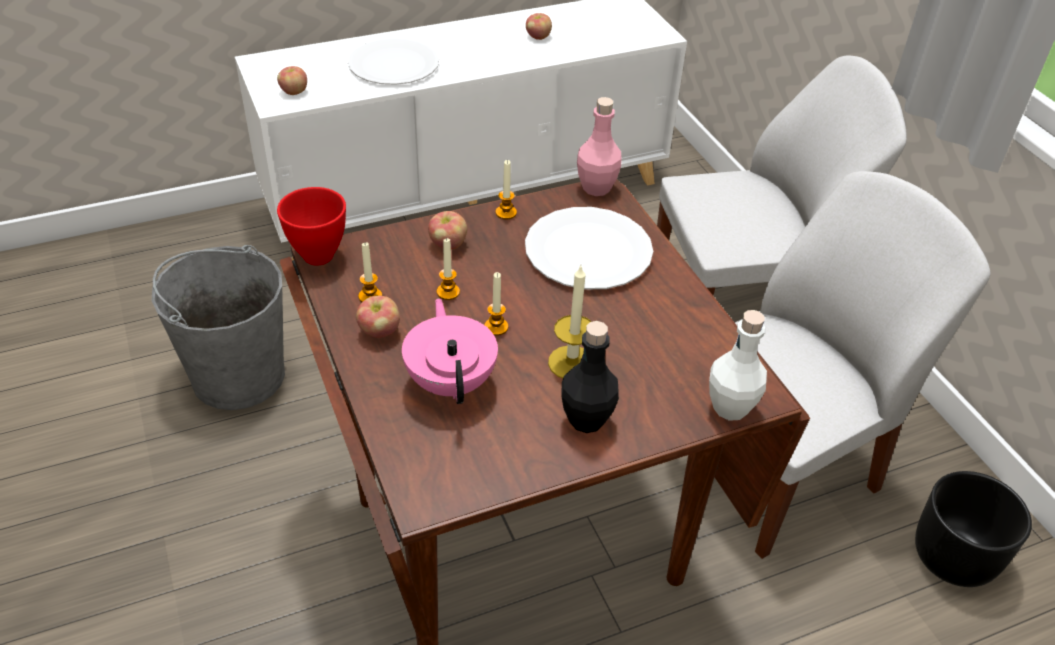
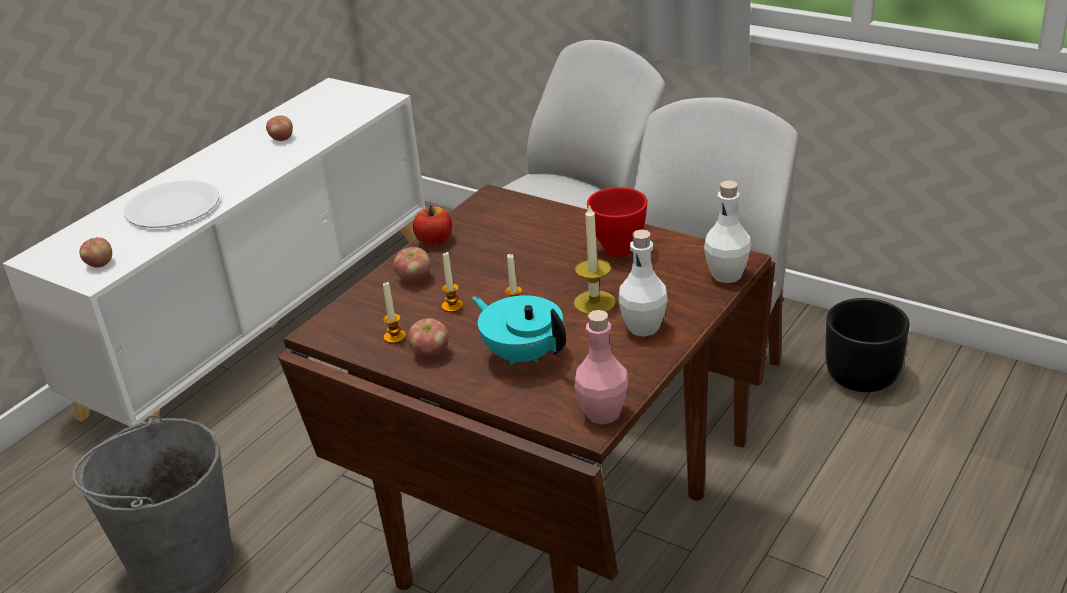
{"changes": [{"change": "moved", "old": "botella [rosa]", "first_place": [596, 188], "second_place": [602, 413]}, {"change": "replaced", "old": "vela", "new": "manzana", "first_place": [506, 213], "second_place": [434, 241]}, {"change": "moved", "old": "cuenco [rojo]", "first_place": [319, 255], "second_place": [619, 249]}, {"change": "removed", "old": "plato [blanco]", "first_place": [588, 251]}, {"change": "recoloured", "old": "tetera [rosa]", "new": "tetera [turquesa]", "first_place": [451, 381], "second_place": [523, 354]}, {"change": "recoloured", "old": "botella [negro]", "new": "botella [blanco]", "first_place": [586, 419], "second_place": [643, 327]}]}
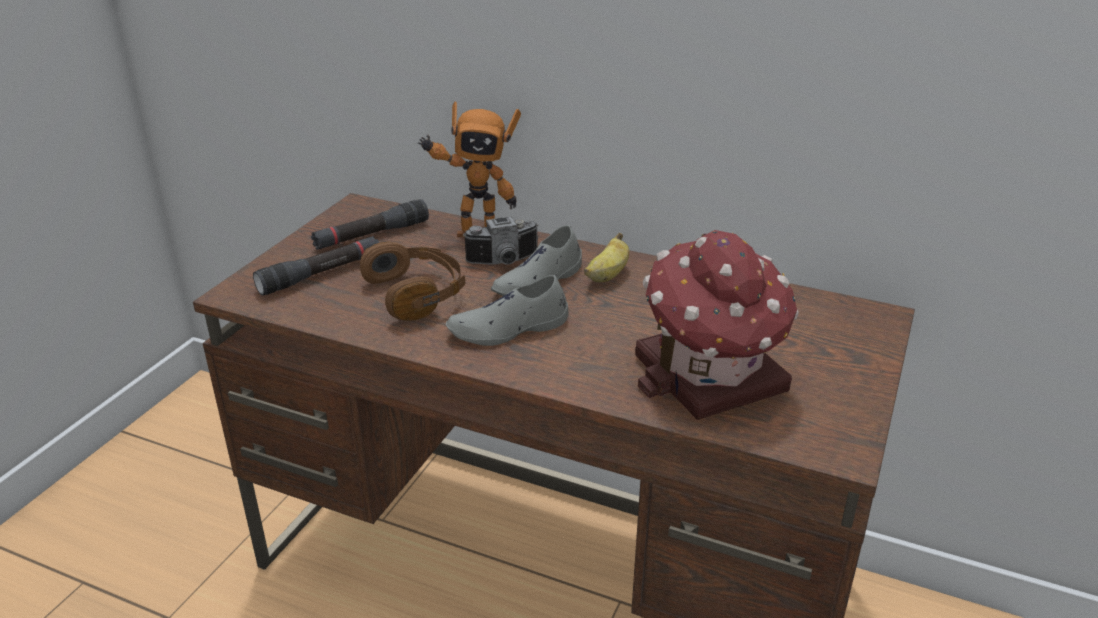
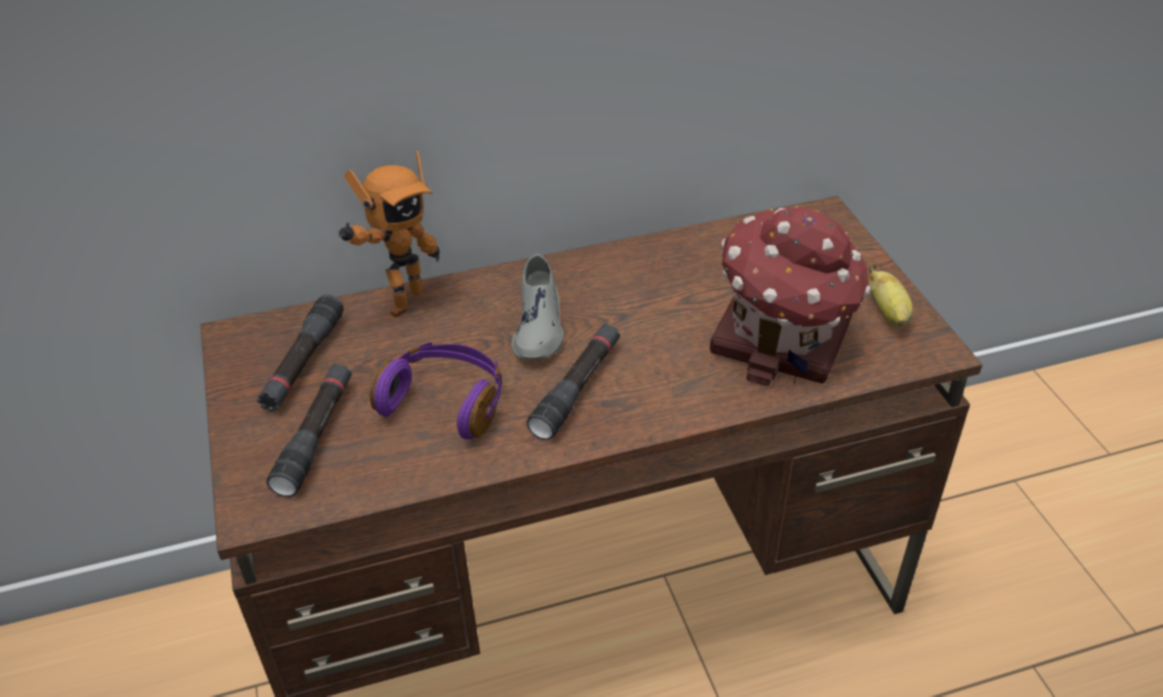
{"changes": [{"change": "removed", "old": "cámara", "first_place": [504, 262]}, {"change": "moved", "old": "plátano", "first_place": [607, 275], "second_place": [888, 314]}, {"change": "recoloured", "old": "auriculares [marrón]", "new": "auriculares [morado]", "first_place": [417, 294], "second_place": [446, 402]}, {"change": "replaced", "old": "zapato [gris]", "new": "linterna [negro]", "first_place": [508, 328], "second_place": [577, 388]}]}
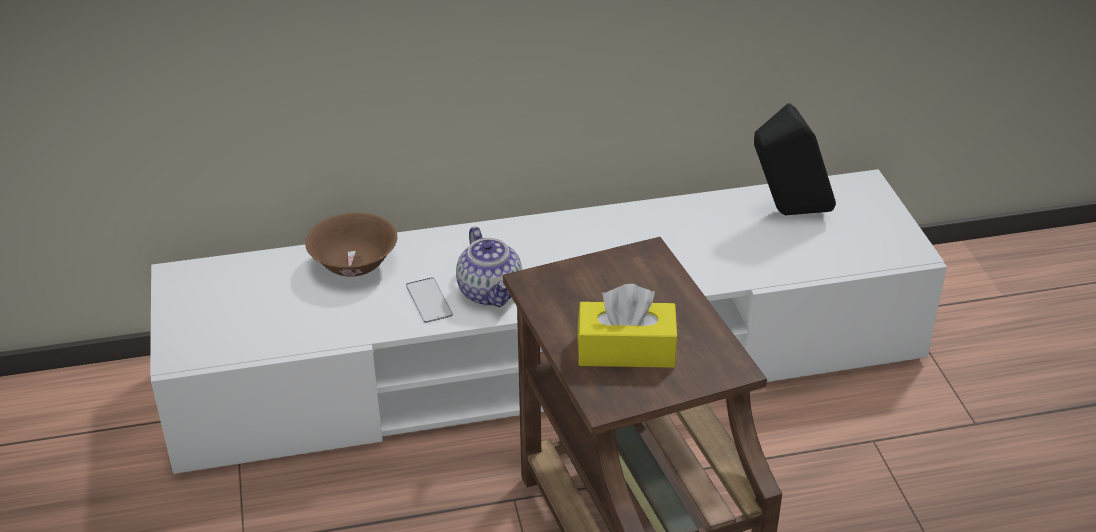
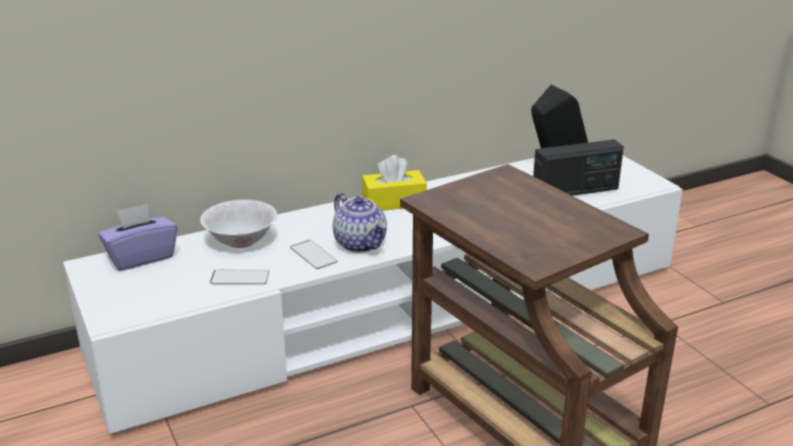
{"changes": [{"change": "recoloured", "old": "cuenco [marrón]", "new": "cuenco [blanco]", "first_place": [355, 265], "second_place": [241, 241]}, {"change": "moved", "old": "caja de pañuelos [amarillo]", "first_place": [626, 350], "second_place": [394, 202]}, {"change": "added", "new": "radio", "second_place": [575, 191]}, {"change": "added", "new": "caja de pañuelos [morado]", "second_place": [141, 257]}, {"change": "added", "new": "móvil", "second_place": [240, 278]}]}
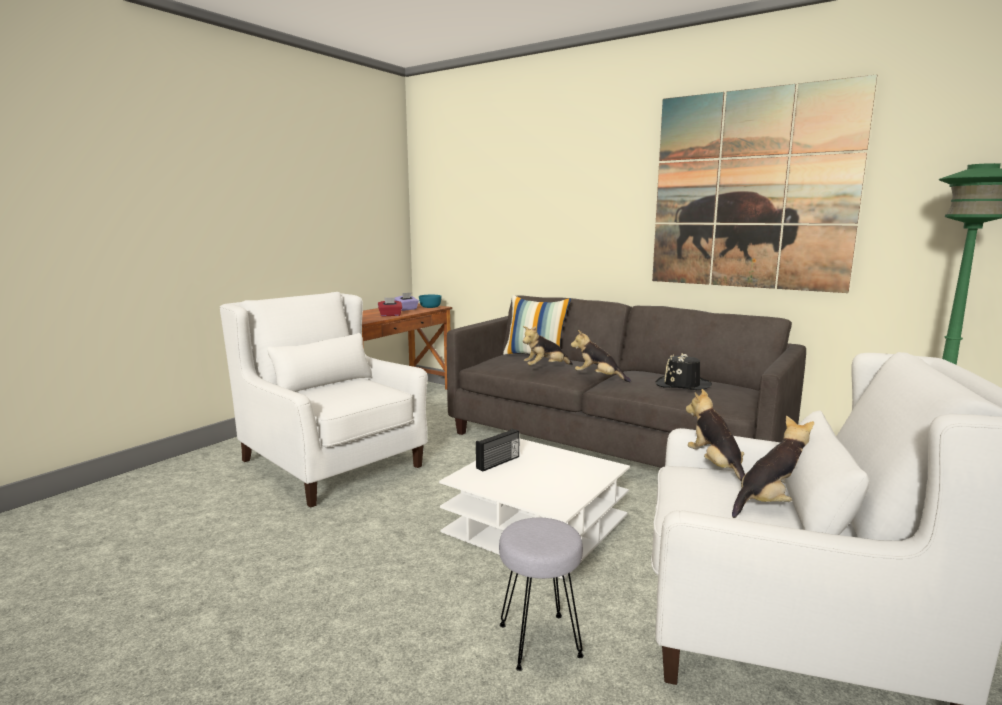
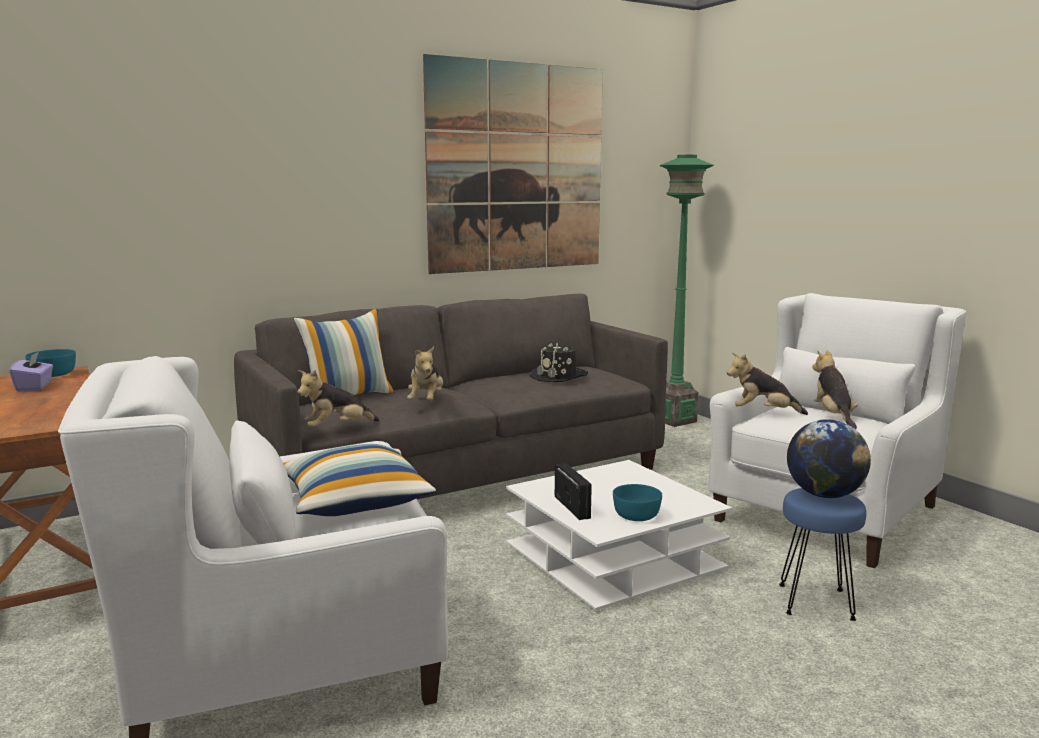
{"changes": [{"change": "removed", "old": "caja de pañuelos [rojo]", "first_place": [390, 315]}, {"change": "moved", "old": "peluche", "first_place": [598, 378], "second_place": [337, 428]}, {"change": "recoloured", "old": "taburete [gris]", "new": "taburete [azul]", "first_place": [538, 641], "second_place": [815, 603]}, {"change": "added", "new": "globo terráqueo", "second_place": [824, 495]}, {"change": "added", "new": "cojín", "second_place": [354, 501]}, {"change": "added", "new": "cuenco [turquesa]", "second_place": [637, 515]}]}
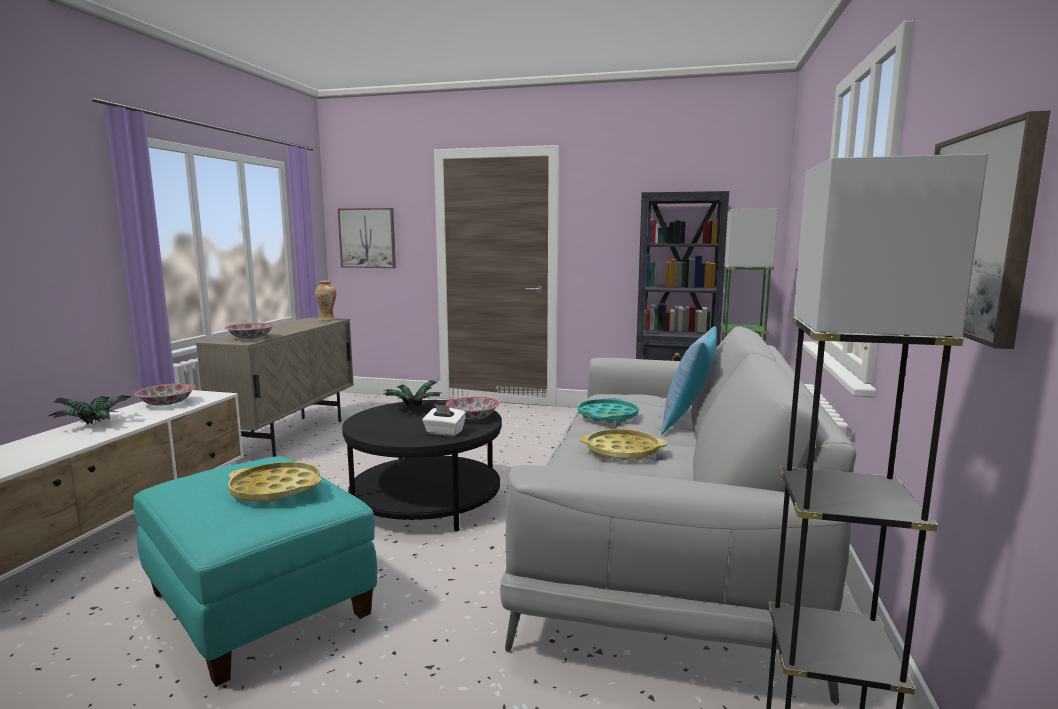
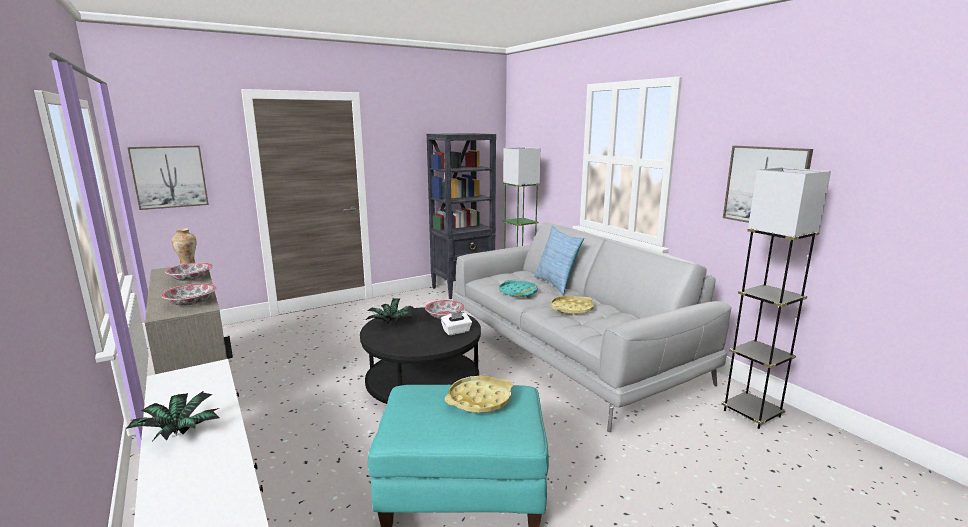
{"changes": [{"change": "moved", "old": "cuenco", "first_place": [167, 403], "second_place": [191, 278]}]}
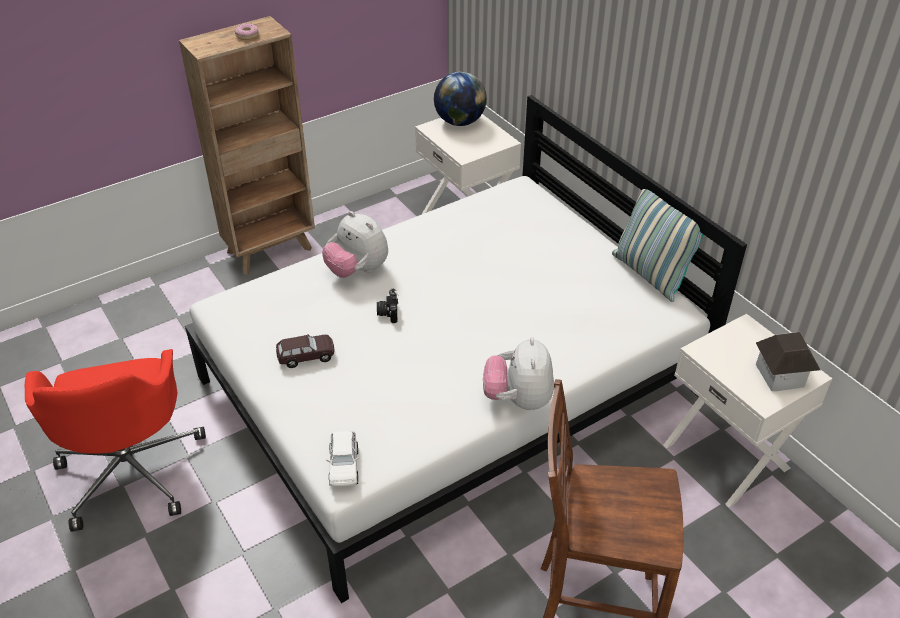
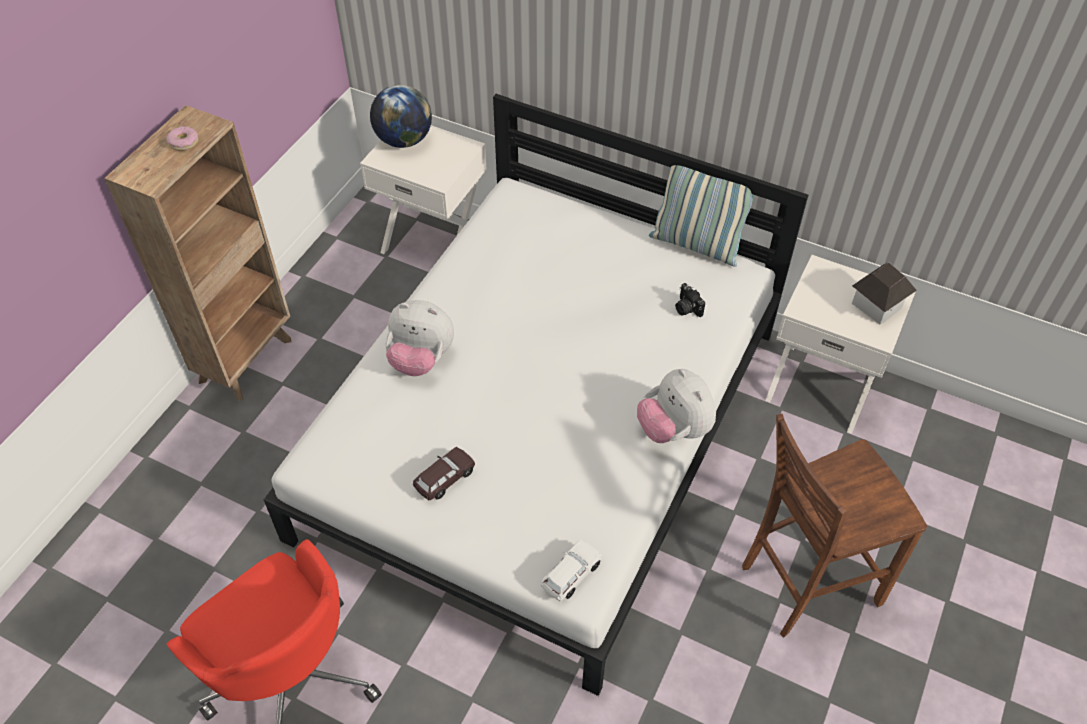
{"changes": [{"change": "moved", "old": "cámara", "first_place": [388, 312], "second_place": [686, 308]}, {"change": "turned", "old": "coche de juguete [blanco]", "first_place": [344, 466], "second_place": [571, 575], "degrees": -105}]}
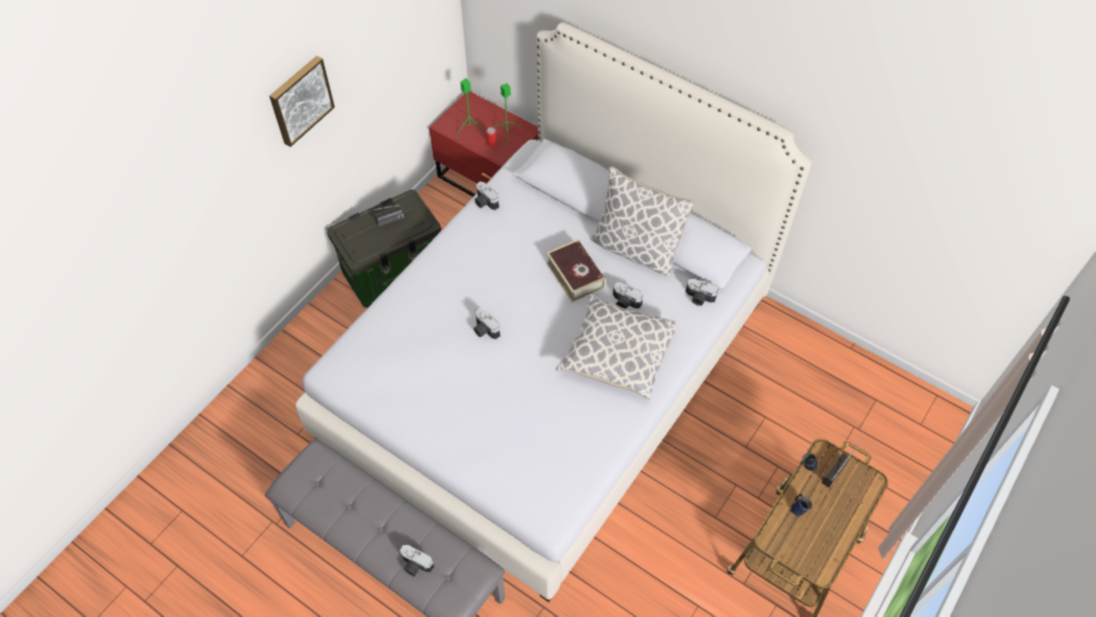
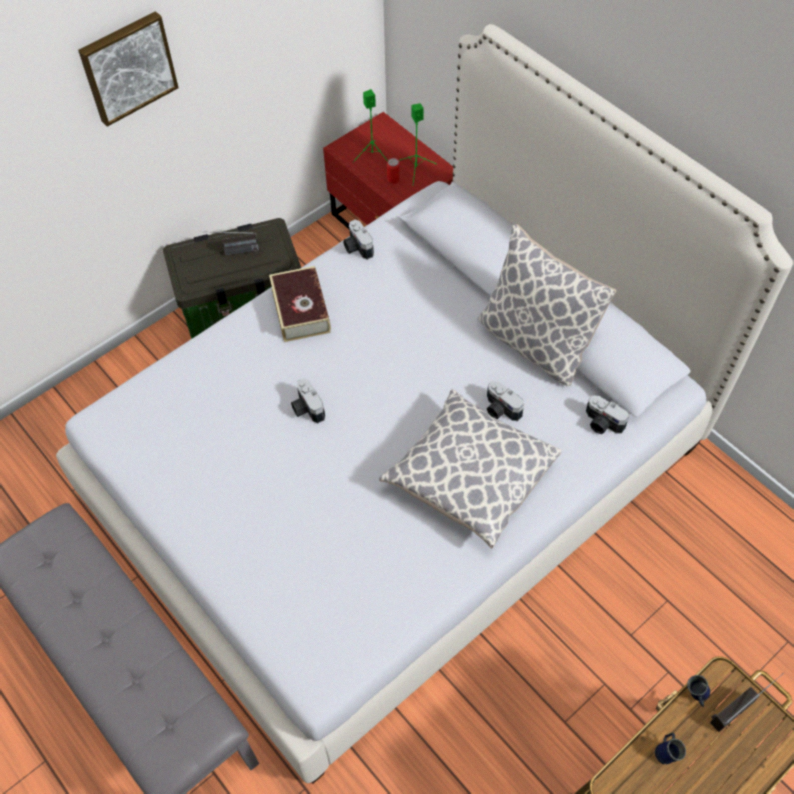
{"changes": [{"change": "moved", "old": "libro", "first_place": [575, 275], "second_place": [301, 310]}, {"change": "removed", "old": "cámara", "first_place": [415, 565]}]}
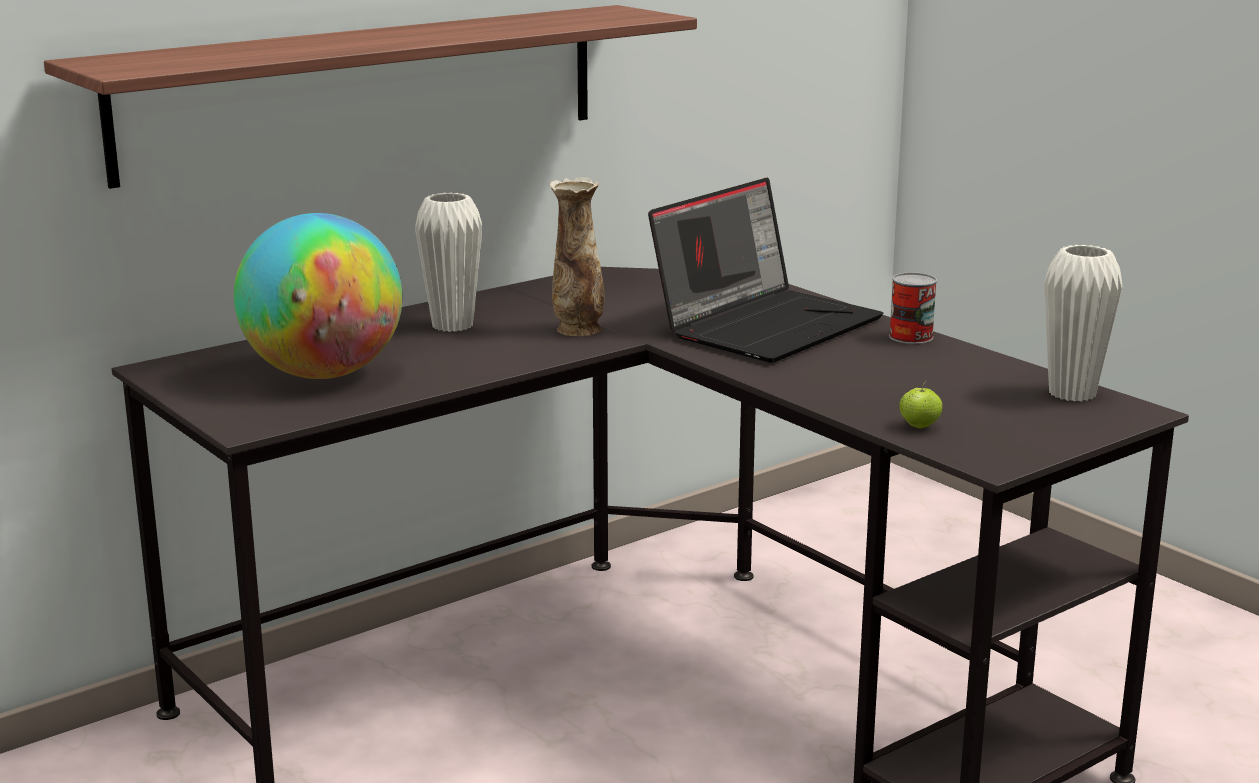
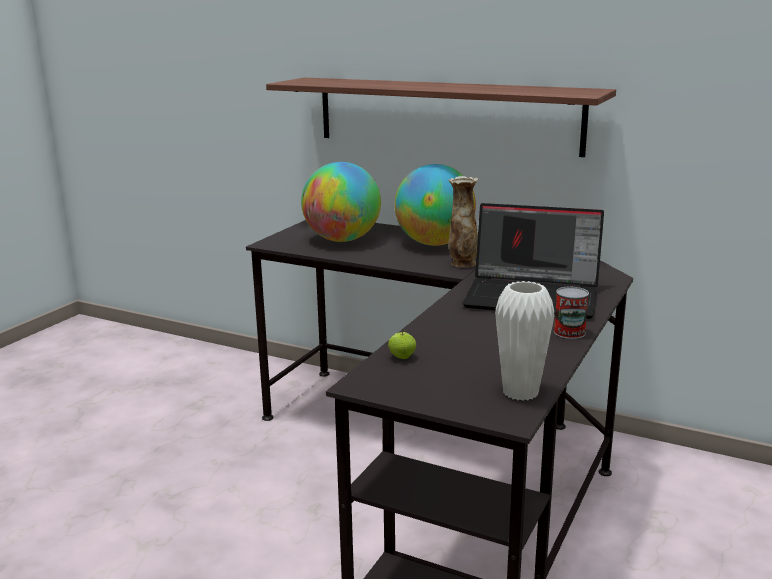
{"changes": [{"change": "replaced", "old": "florero [blanco]", "new": "globo terráqueo", "first_place": [452, 325], "second_place": [434, 243]}]}
